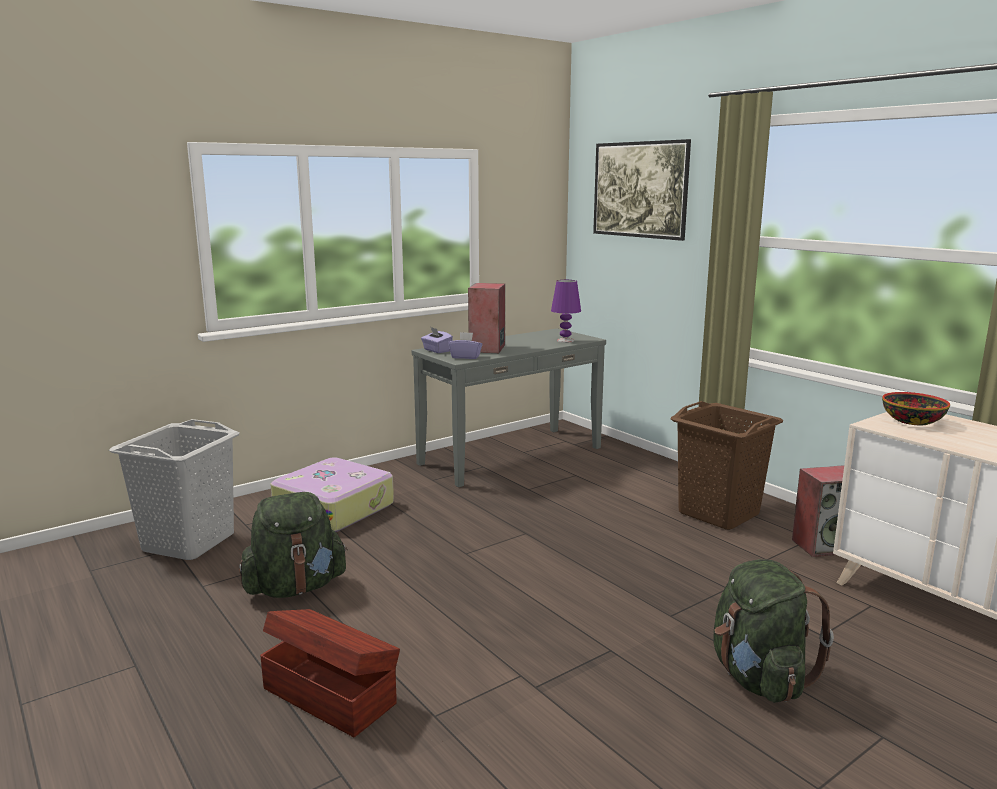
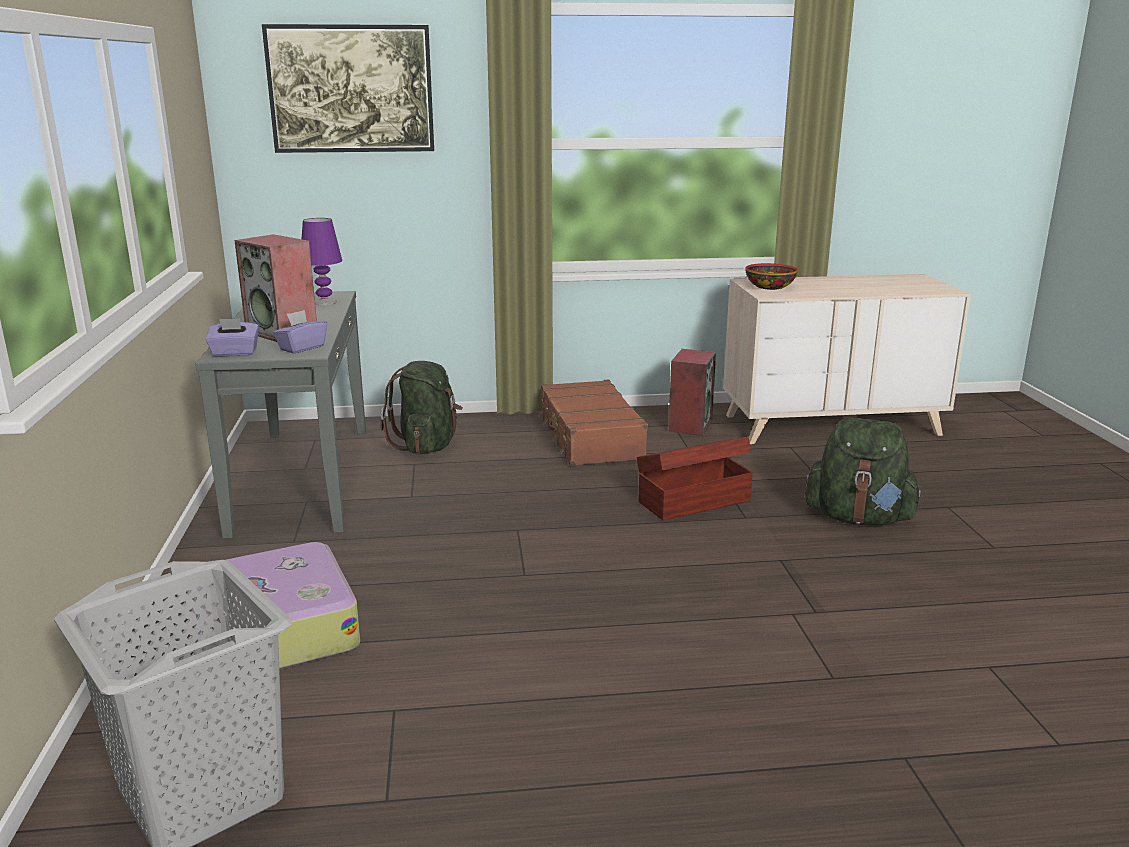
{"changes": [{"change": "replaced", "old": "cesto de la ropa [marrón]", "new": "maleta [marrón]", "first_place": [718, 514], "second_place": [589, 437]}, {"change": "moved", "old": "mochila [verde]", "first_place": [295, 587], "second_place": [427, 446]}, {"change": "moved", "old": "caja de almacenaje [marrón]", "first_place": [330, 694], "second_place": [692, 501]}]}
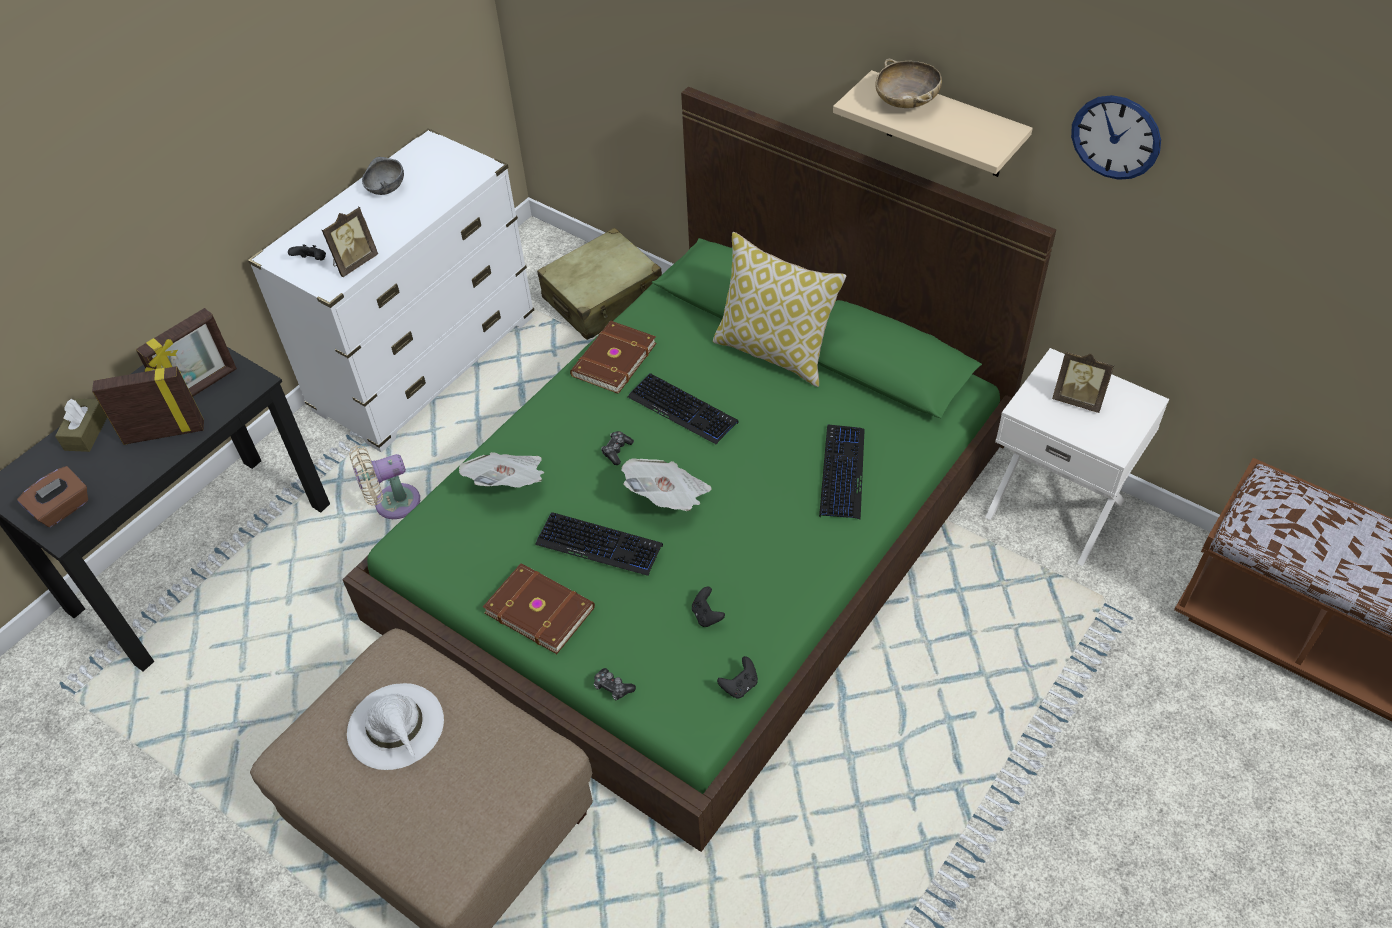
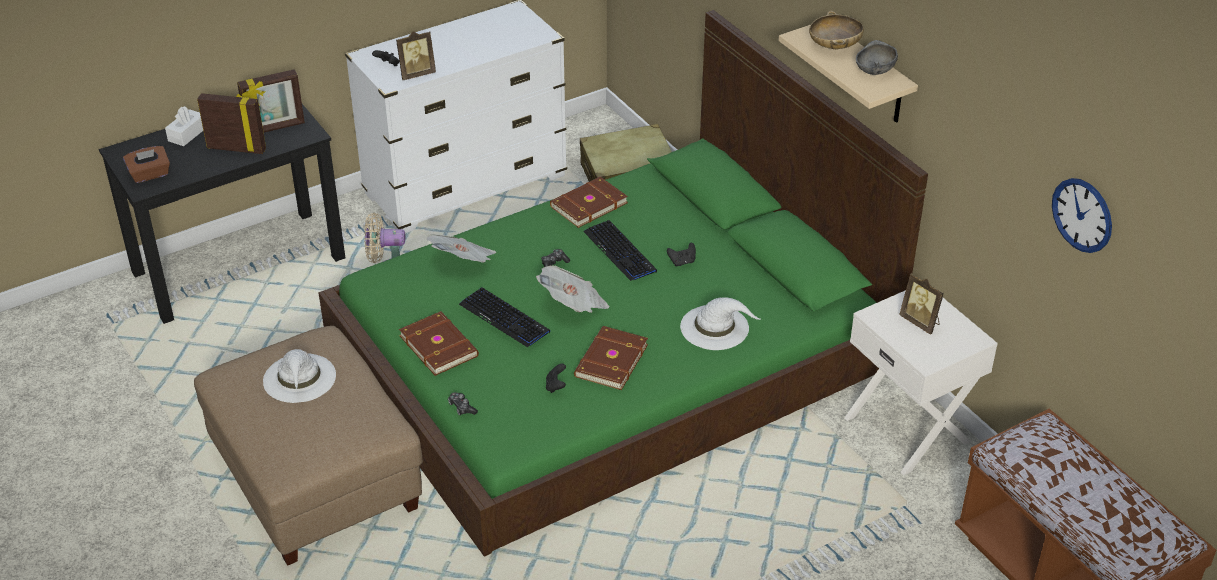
{"changes": [{"change": "moved", "old": "reloj de pared", "first_place": [1116, 137], "second_place": [1082, 215]}, {"change": "moved", "old": "cuenco [gris]", "first_place": [386, 189], "second_place": [874, 71]}, {"change": "removed", "old": "cojín", "first_place": [775, 352]}, {"change": "recoloured", "old": "caja de pañuelos [marrón]", "new": "caja de pañuelos [blanco]", "first_place": [86, 432], "second_place": [187, 134]}, {"change": "replaced", "old": "teclado", "new": "sombrero [blanco]", "first_place": [842, 472], "second_place": [715, 327]}, {"change": "moved", "old": "mando de consola [negro]", "first_place": [739, 686], "second_place": [682, 262]}, {"change": "added", "new": "libro [marrón]", "second_place": [609, 360]}]}
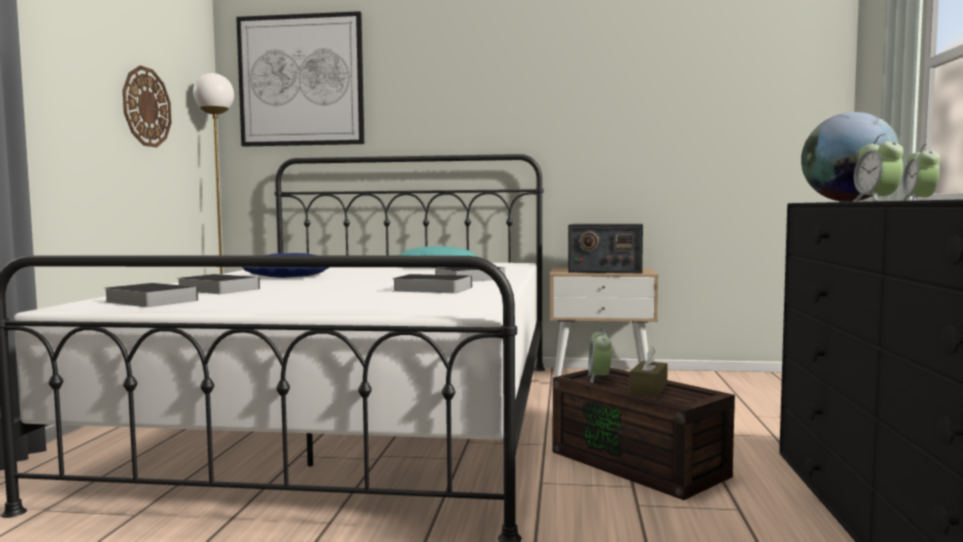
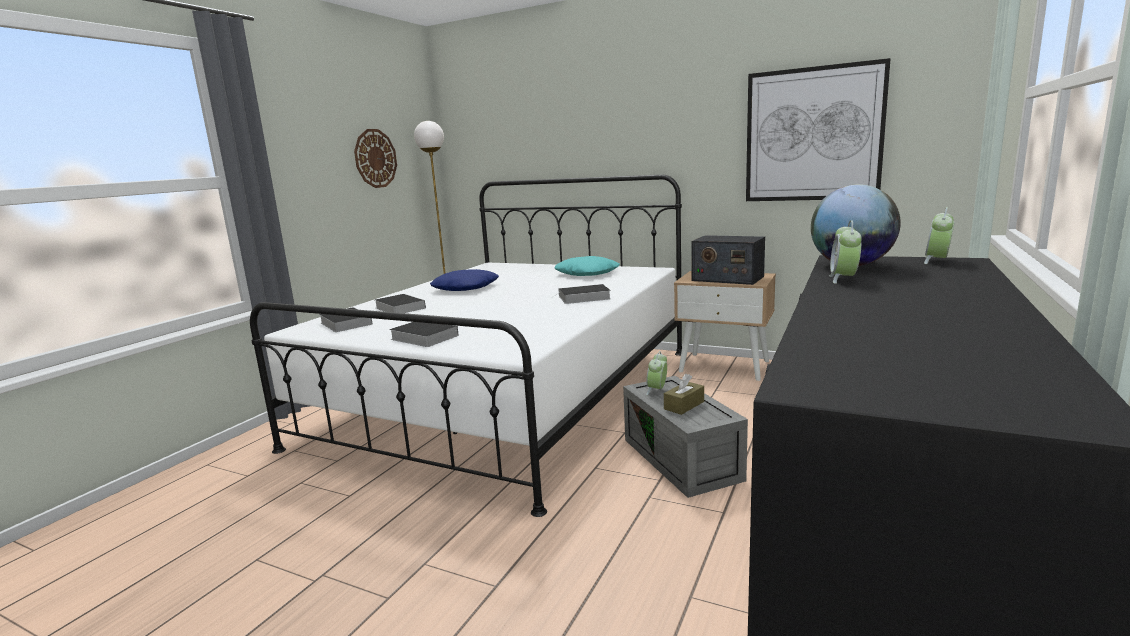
{"changes": [{"change": "moved", "old": "cuadro", "first_place": [301, 80], "second_place": [813, 135]}, {"change": "moved", "old": "libro", "first_place": [430, 289], "second_place": [422, 337]}, {"change": "recoloured", "old": "caja de almacenaje [marrón]", "new": "caja de almacenaje [gris]", "first_place": [641, 464], "second_place": [683, 459]}]}
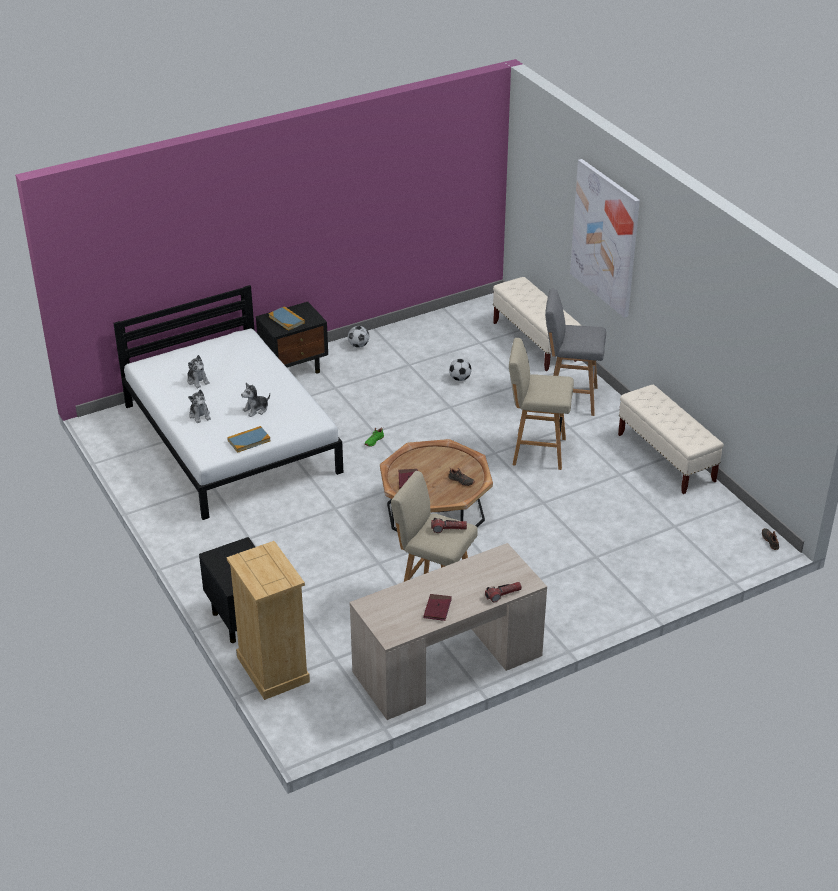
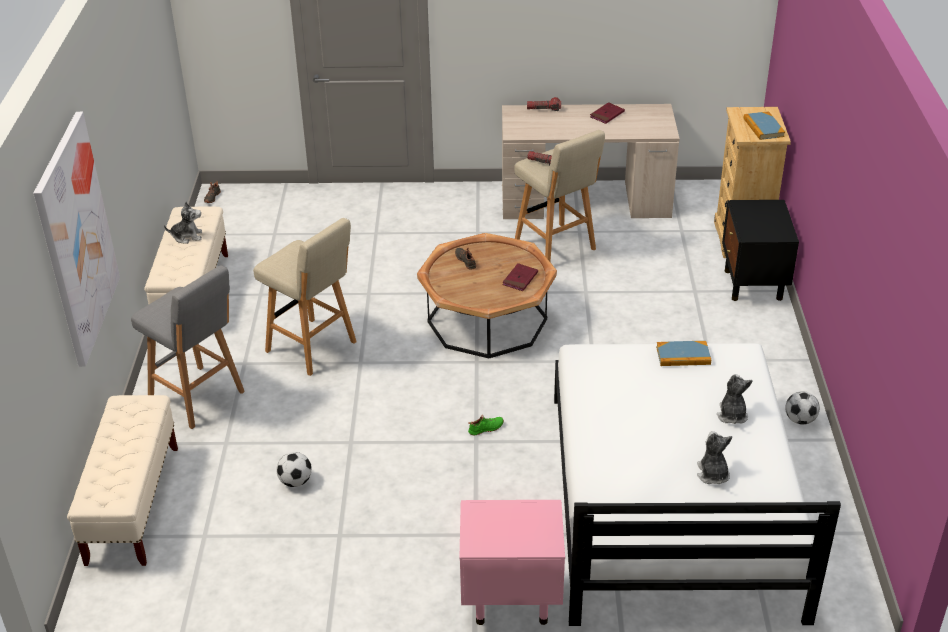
{"changes": [{"change": "recoloured", "old": "mesita de noche [negro]", "new": "mesita de noche [rosa]", "first_place": [294, 368], "second_place": [509, 598]}, {"change": "moved", "old": "libro", "first_place": [286, 320], "second_place": [763, 128]}, {"change": "moved", "old": "balón de fútbol", "first_place": [358, 345], "second_place": [800, 420]}, {"change": "moved", "old": "peluche", "first_place": [256, 409], "second_place": [187, 236]}]}
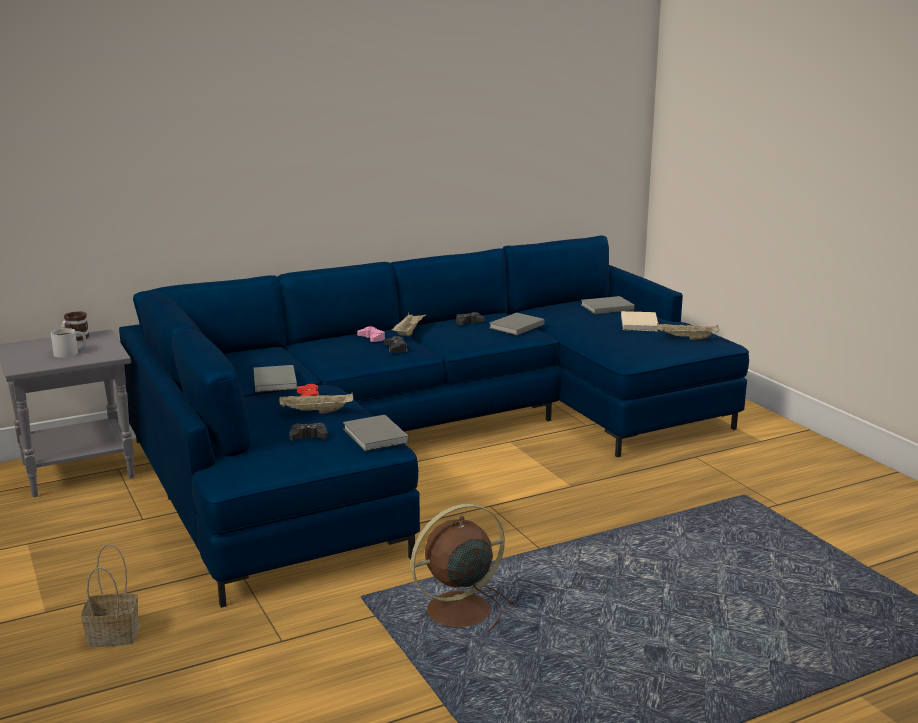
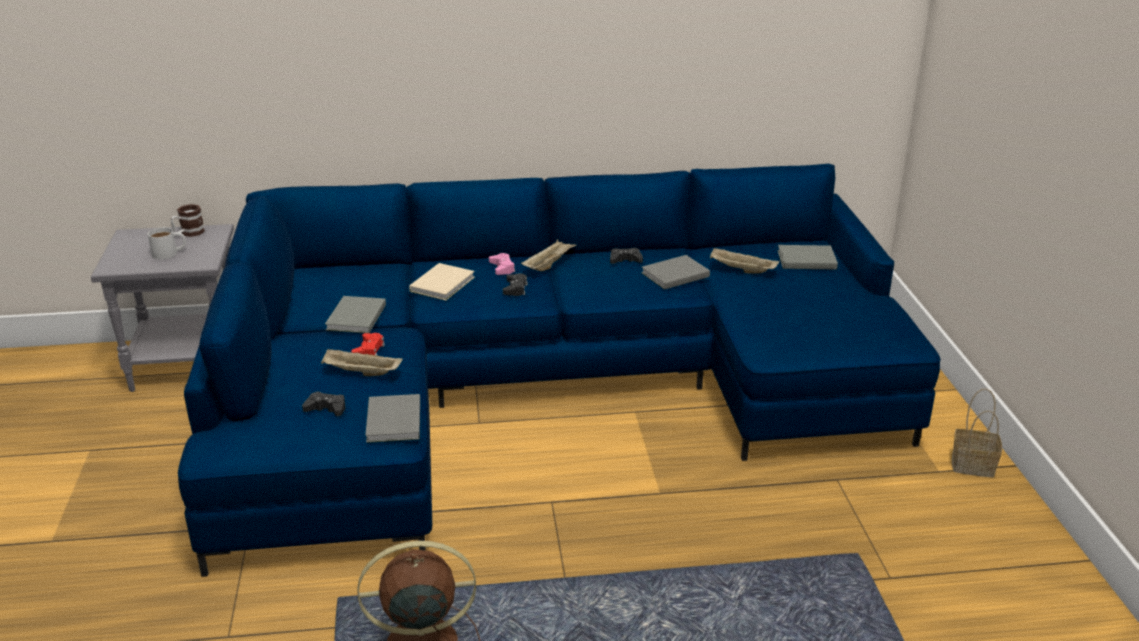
{"changes": [{"change": "moved", "old": "libro [beis]", "first_place": [640, 323], "second_place": [444, 284]}, {"change": "moved", "old": "bandeja [beis]", "first_place": [686, 339], "second_place": [741, 270]}, {"change": "moved", "old": "cesta", "first_place": [115, 634], "second_place": [974, 465]}]}
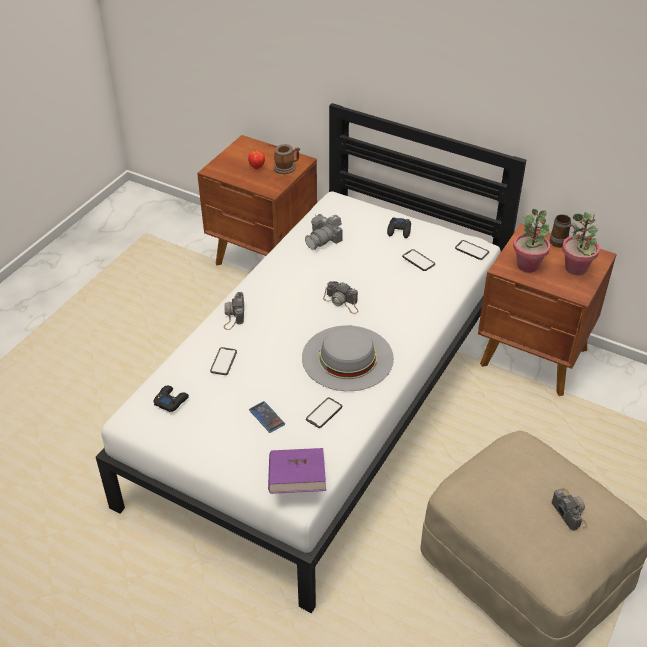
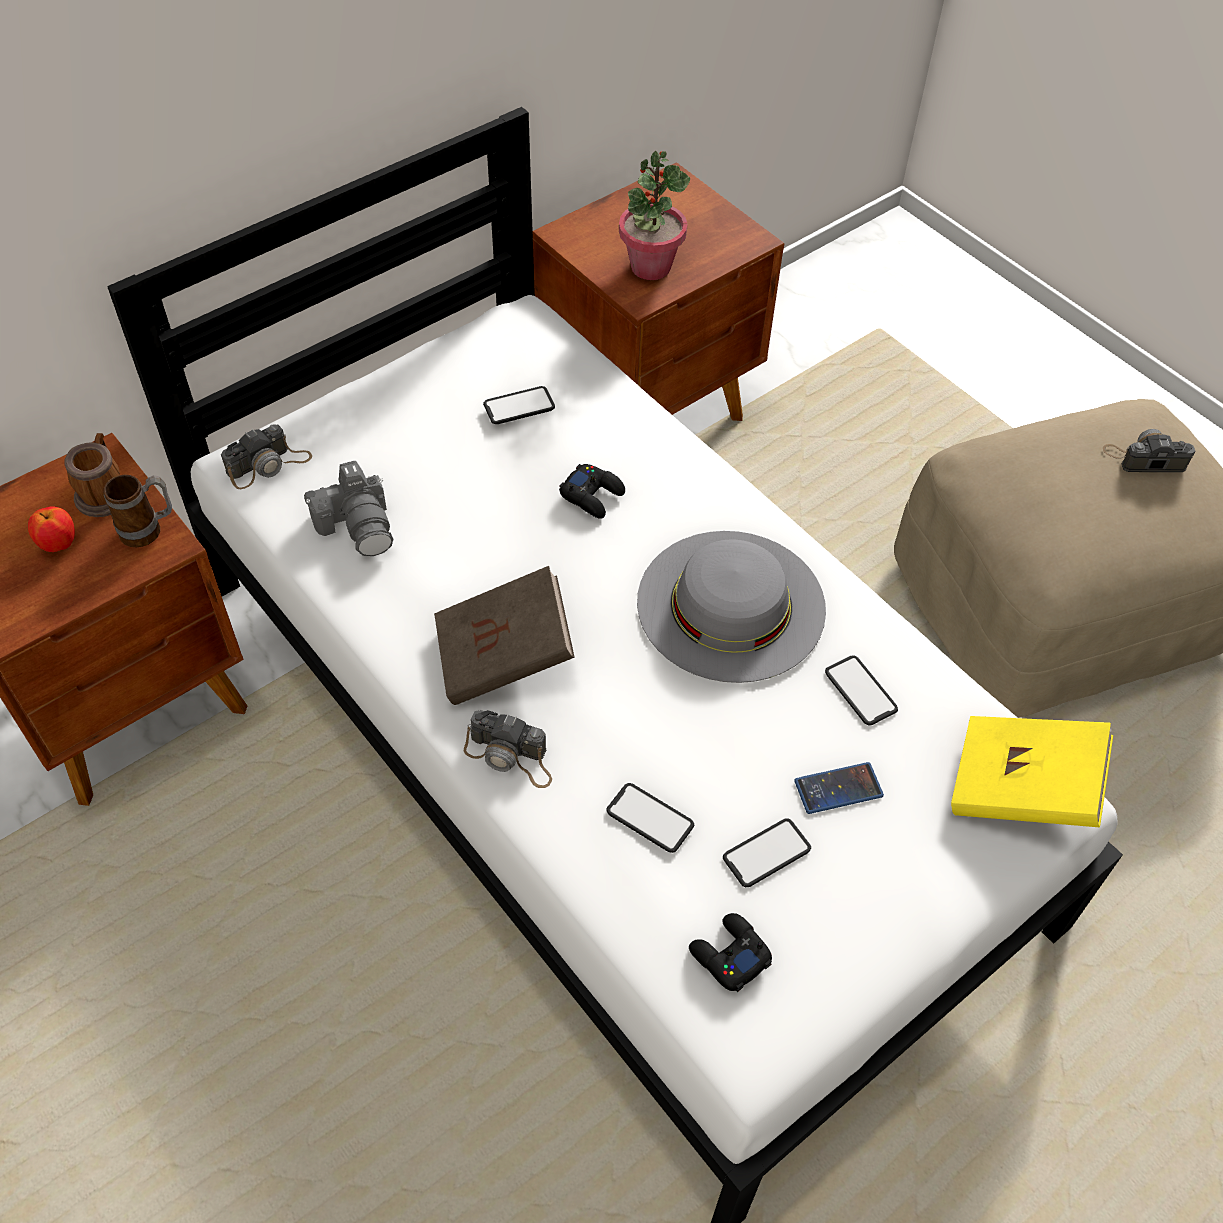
{"changes": [{"change": "removed", "old": "planta en maceta", "first_place": [576, 268]}, {"change": "moved", "old": "taza grande", "first_place": [561, 244], "second_place": [149, 531]}, {"change": "moved", "old": "mando de consola [negro]", "first_place": [399, 230], "second_place": [592, 495]}, {"change": "moved", "old": "móvil", "first_place": [471, 250], "second_place": [766, 853]}, {"change": "moved", "old": "cámara", "first_place": [342, 302], "second_place": [269, 465]}, {"change": "recoloured", "old": "libro [morado]", "new": "libro [amarillo]", "first_place": [297, 482], "second_place": [1022, 790]}, {"change": "added", "new": "libro [marrón]", "second_place": [504, 657]}]}
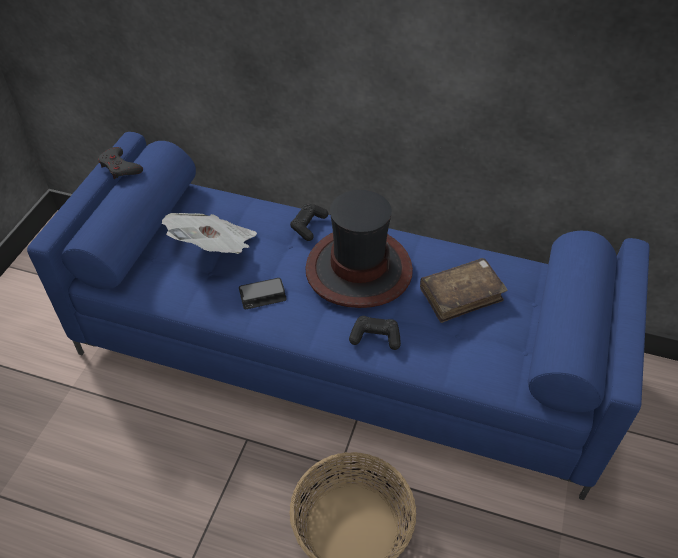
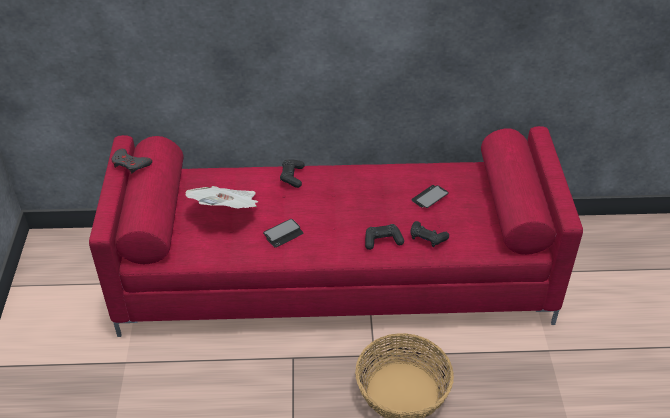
{"changes": [{"change": "recoloured", "old": "sofá [azul]", "new": "sofá [rojo]", "first_place": [341, 352], "second_place": [336, 275]}, {"change": "removed", "old": "sombrero", "first_place": [358, 269]}, {"change": "replaced", "old": "libro [marrón]", "new": "móvil", "first_place": [461, 295], "second_place": [429, 197]}, {"change": "added", "new": "mando de consola [negro]", "second_place": [427, 238]}]}
